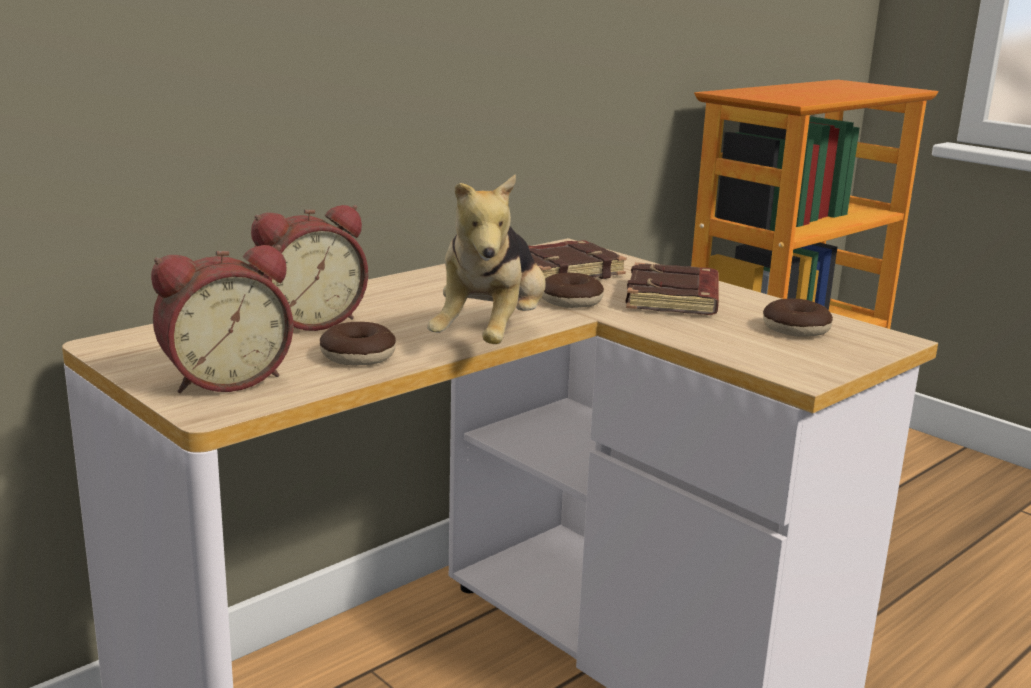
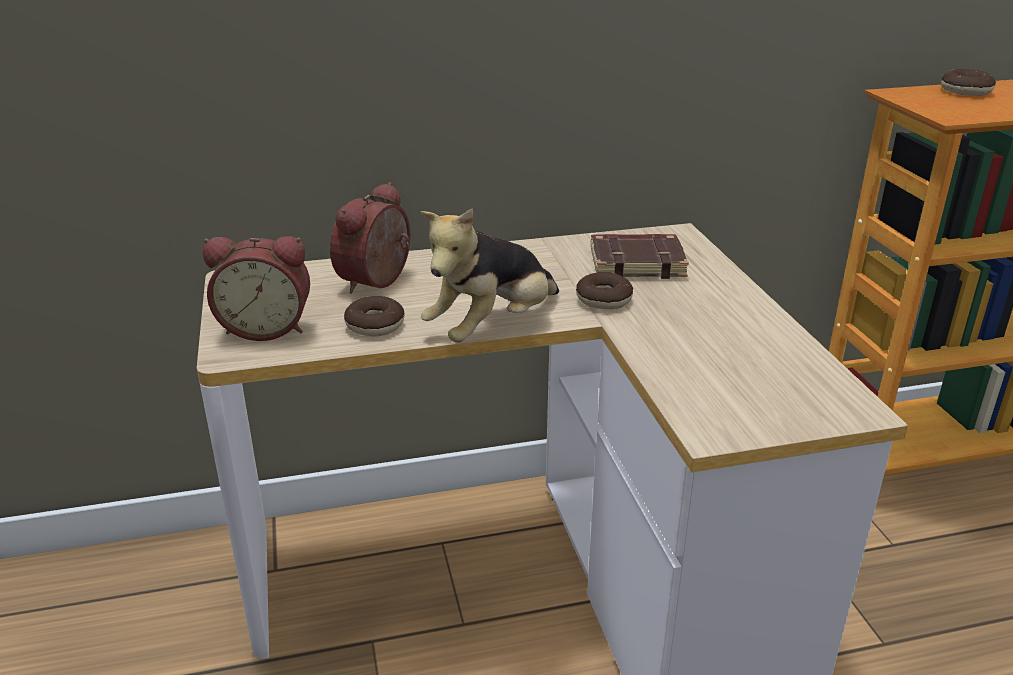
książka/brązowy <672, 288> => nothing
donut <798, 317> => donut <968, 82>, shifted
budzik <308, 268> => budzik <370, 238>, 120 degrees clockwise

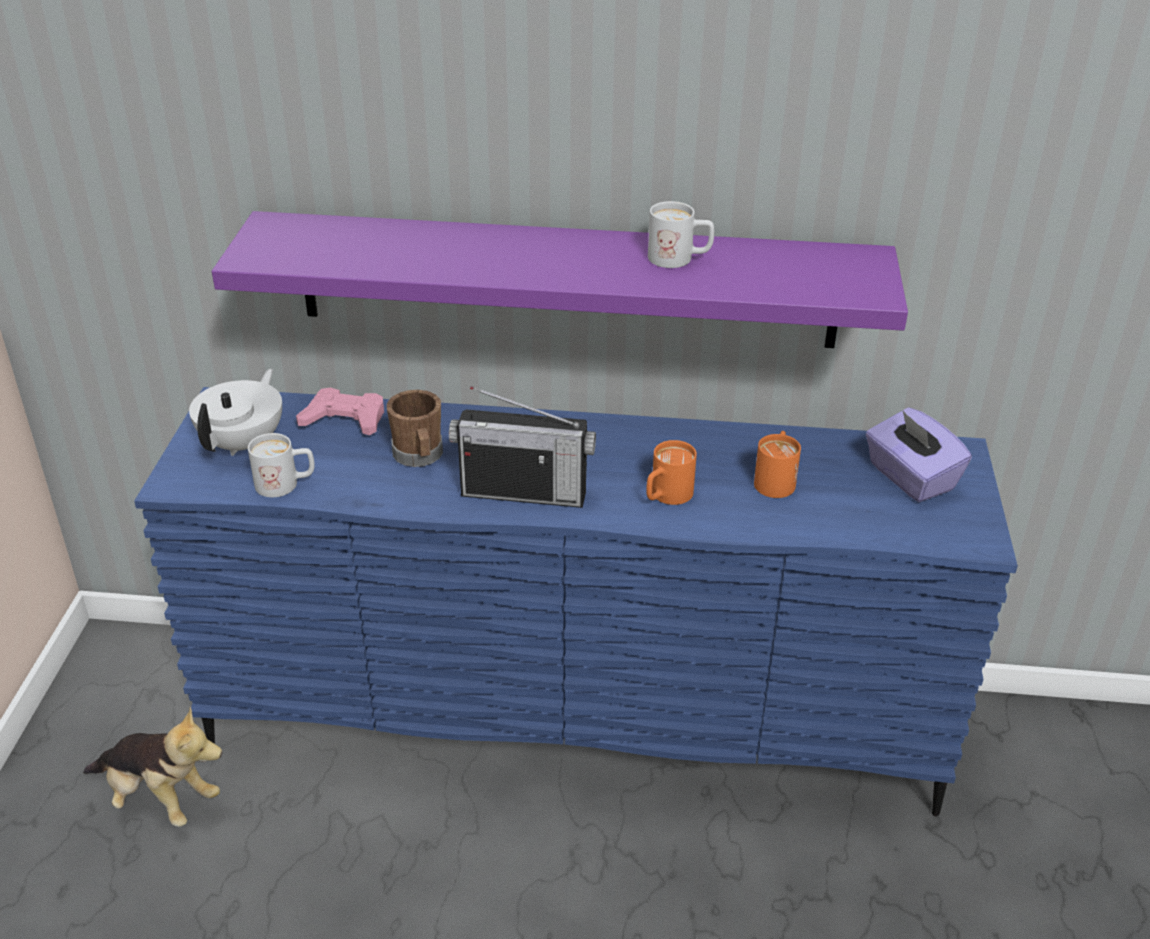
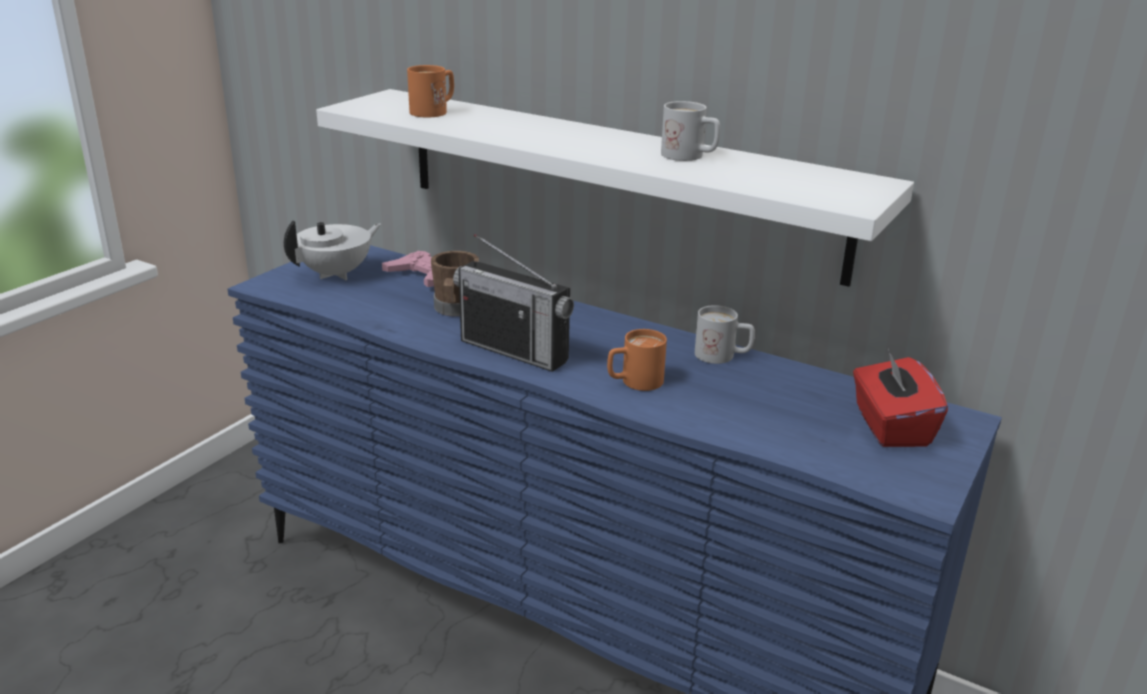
pluszak <152, 767> => nothing
kubek/biały <281, 465> => kubek/biały <725, 334>, shifted
kubek/pomarańczowy <777, 464> => kubek/pomarańczowy <430, 91>, shifted
półka/fioletowy <560, 279> => półka/biały <615, 188>
pudełko chusteczek/fioletowy <918, 454> => pudełko chusteczek/czerwony <900, 398>

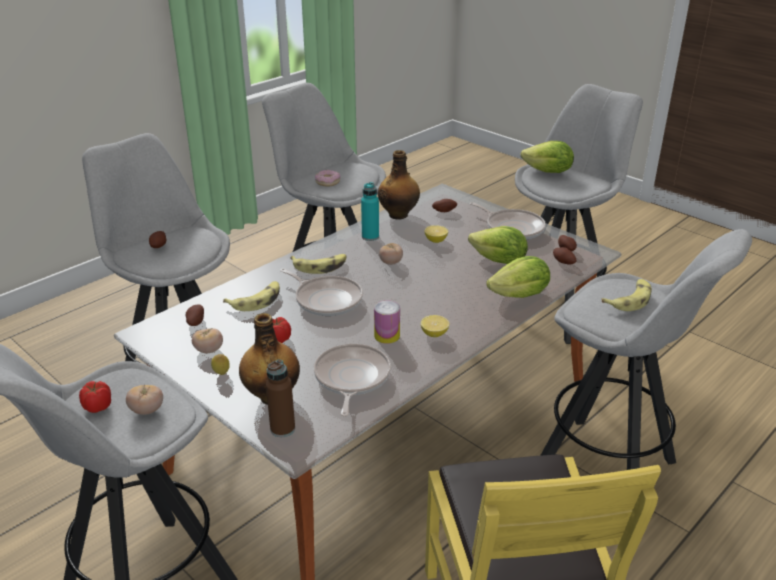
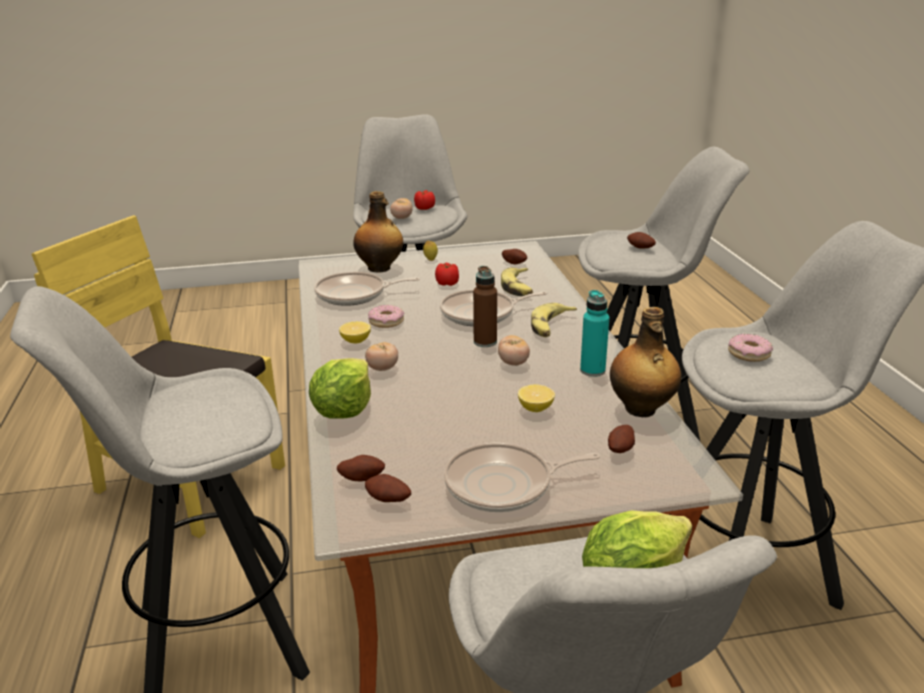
sałata <498, 245> => nothing
banan <626, 295> => nothing
pomidor <207, 340> => pomidor <381, 356>, shifted
butelka/brązowy <280, 398> => butelka/brązowy <485, 306>, shifted
puszka <387, 322> => donut <386, 316>
patelnia <352, 380> => patelnia <367, 289>, 135 degrees clockwise

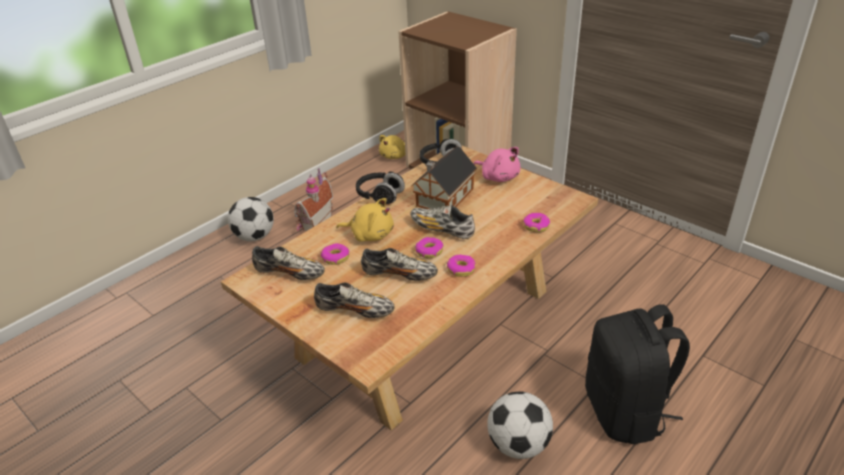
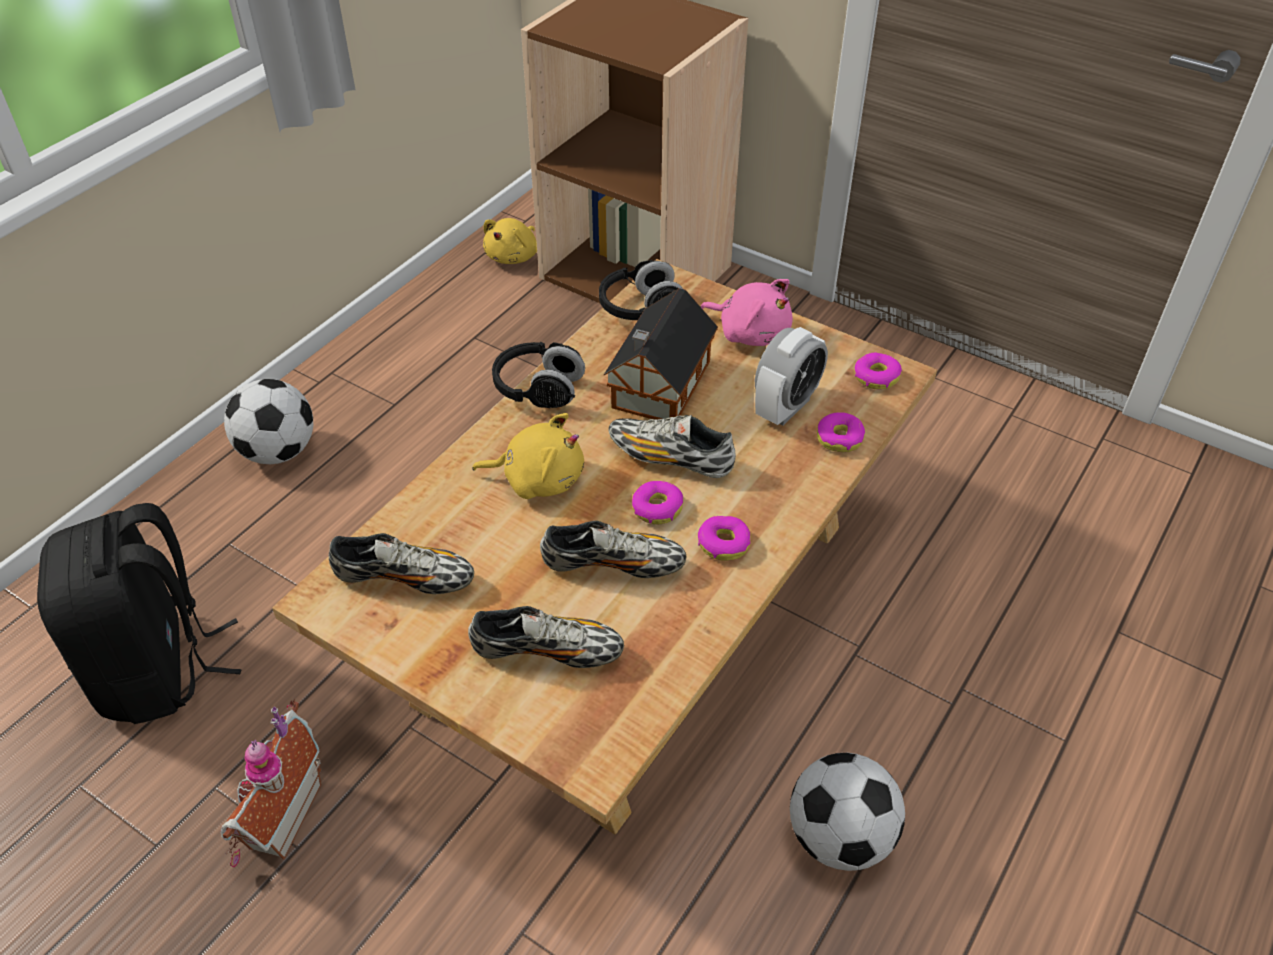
nothing => budzik <791, 376>
domek <313, 199> => domek <271, 783>, shifted
donut <335, 254> => donut <878, 371>, shifted
plecak/czarny <637, 374> => plecak/czarny <139, 613>, shifted

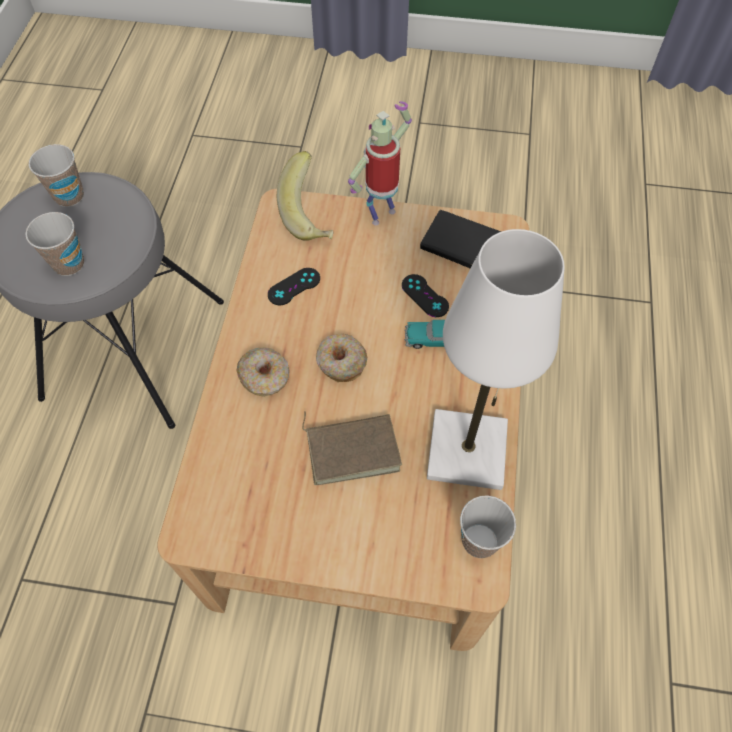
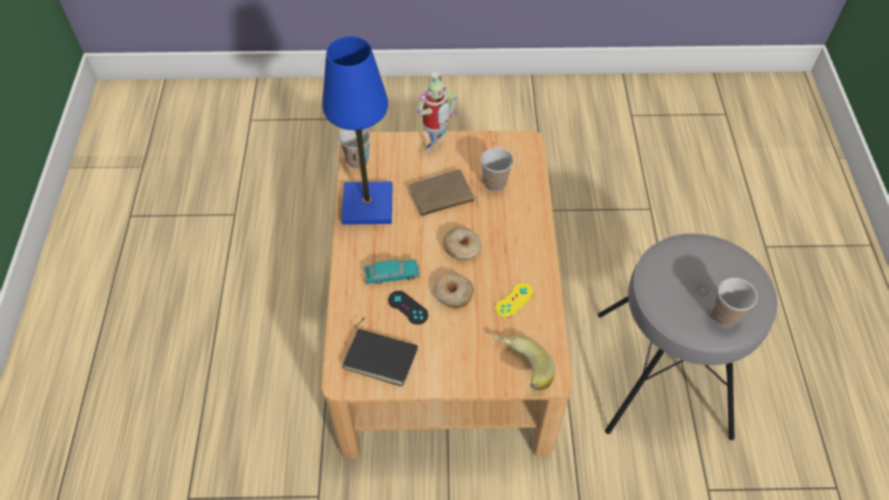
filiżanka <54, 244> => filiżanka <497, 169>, shifted
donut <263, 372> => donut <454, 291>, shifted
robot zabawkowy <380, 163> => robot zabawkowy <437, 112>, shifted
pad do gier/czarny <294, 286> => pad do gier/żółty <514, 300>
lampa stołowa/biały <496, 359> => lampa stołowa/niebieski <358, 130>

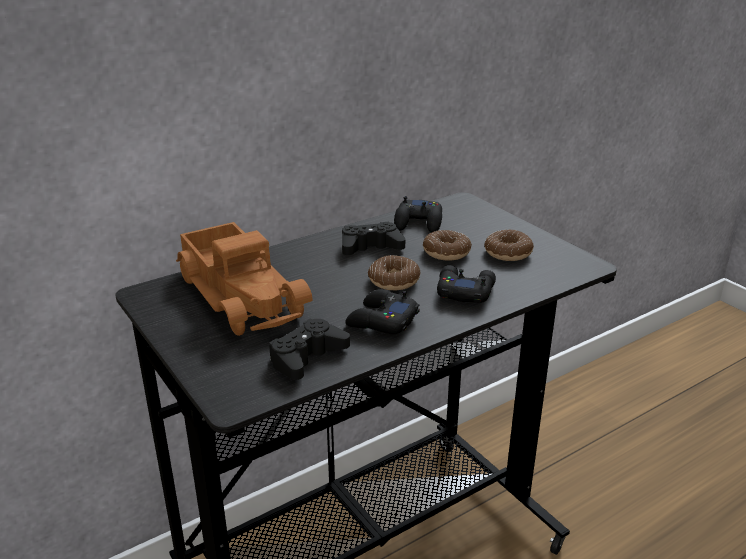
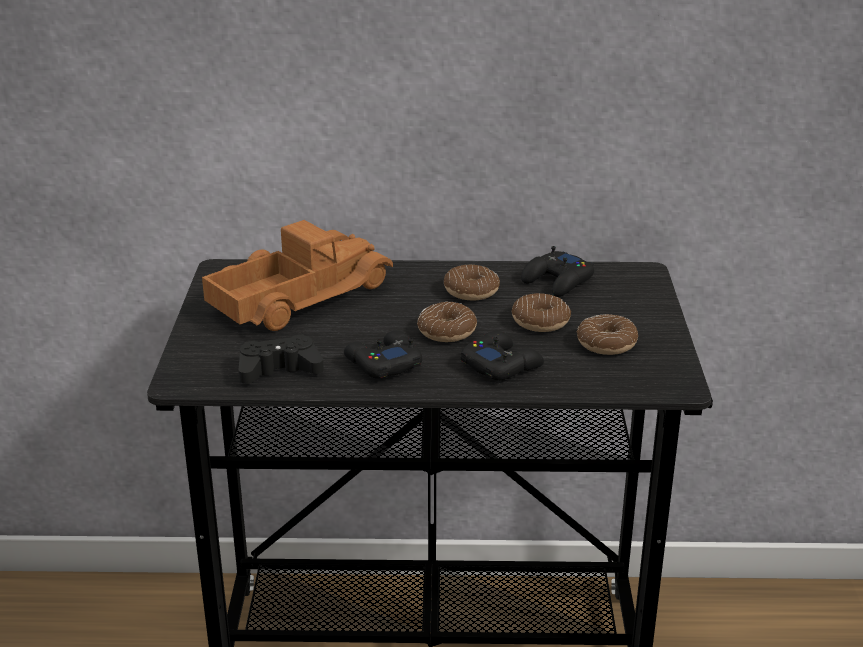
pad do gier/czarny <373, 238> => donut <472, 283>
ciężarówka zabawkowa <244, 279> => ciężarówka zabawkowa <297, 275>, 135 degrees counterclockwise

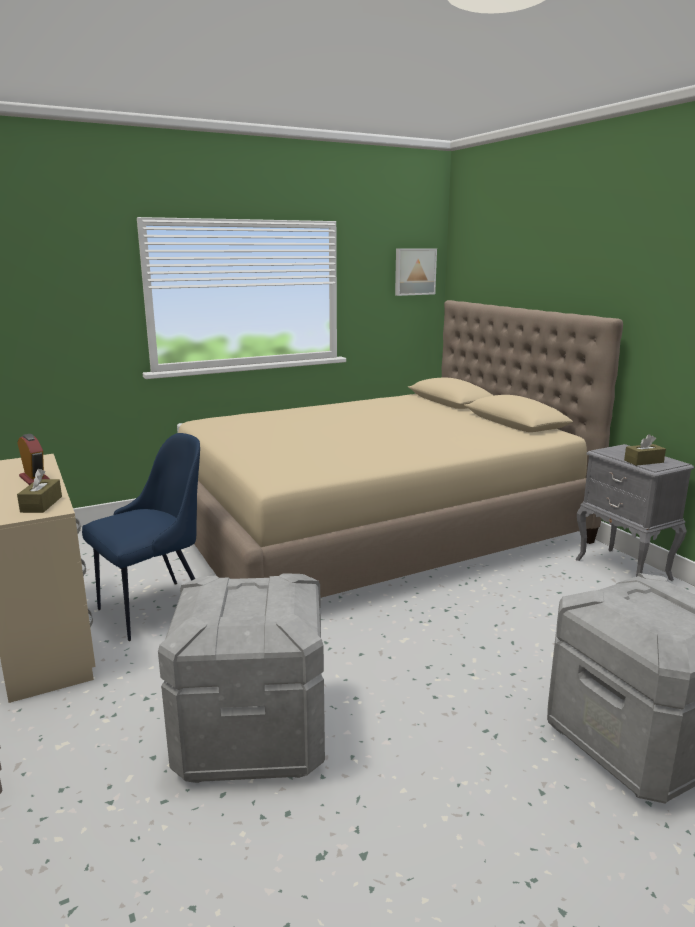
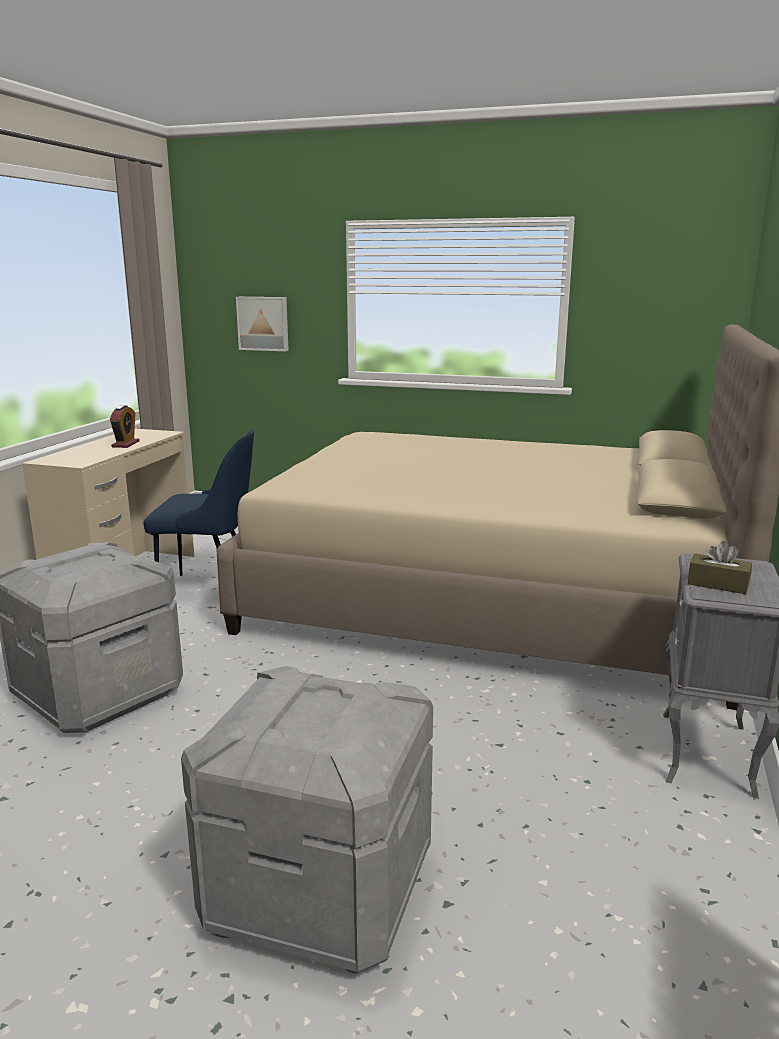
pudełko chusteczek/brązowy <39, 491> => nothing
obraz <416, 272> => obraz <262, 324>, shifted

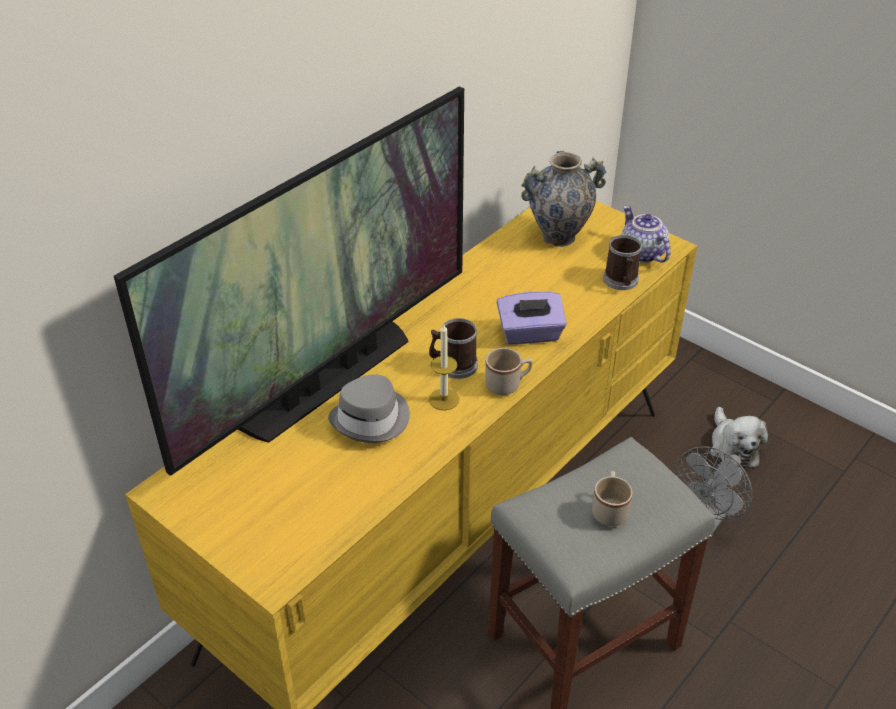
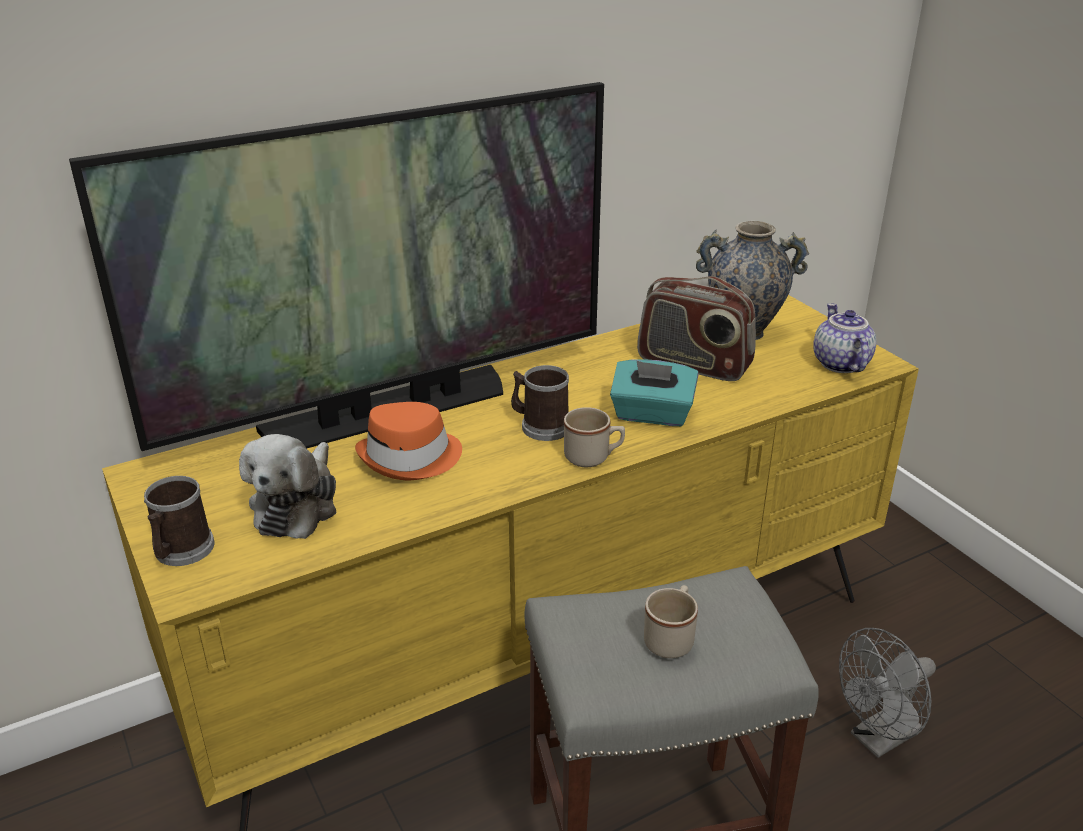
świeca <444, 367> => nothing
nothing => radio <696, 328>
kubek <622, 262> => kubek <179, 521>, shifted
pluszak <739, 438> => pluszak <287, 486>, shifted
kapelusz/szary <369, 408> => kapelusz/pomarańczowy <408, 441>
pudełko chusteczek/fioletowy <532, 318> => pudełko chusteczek/turkusowy <654, 392>

